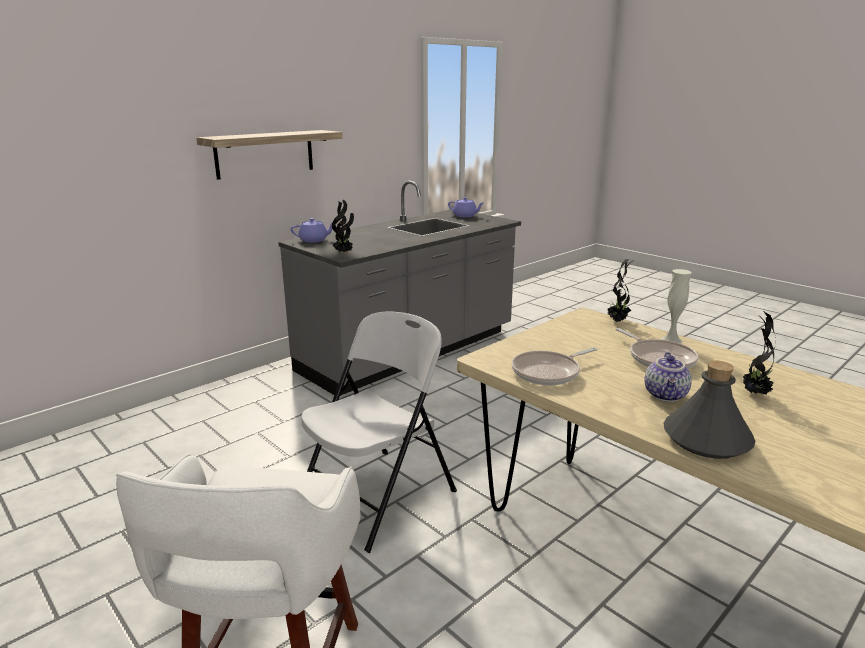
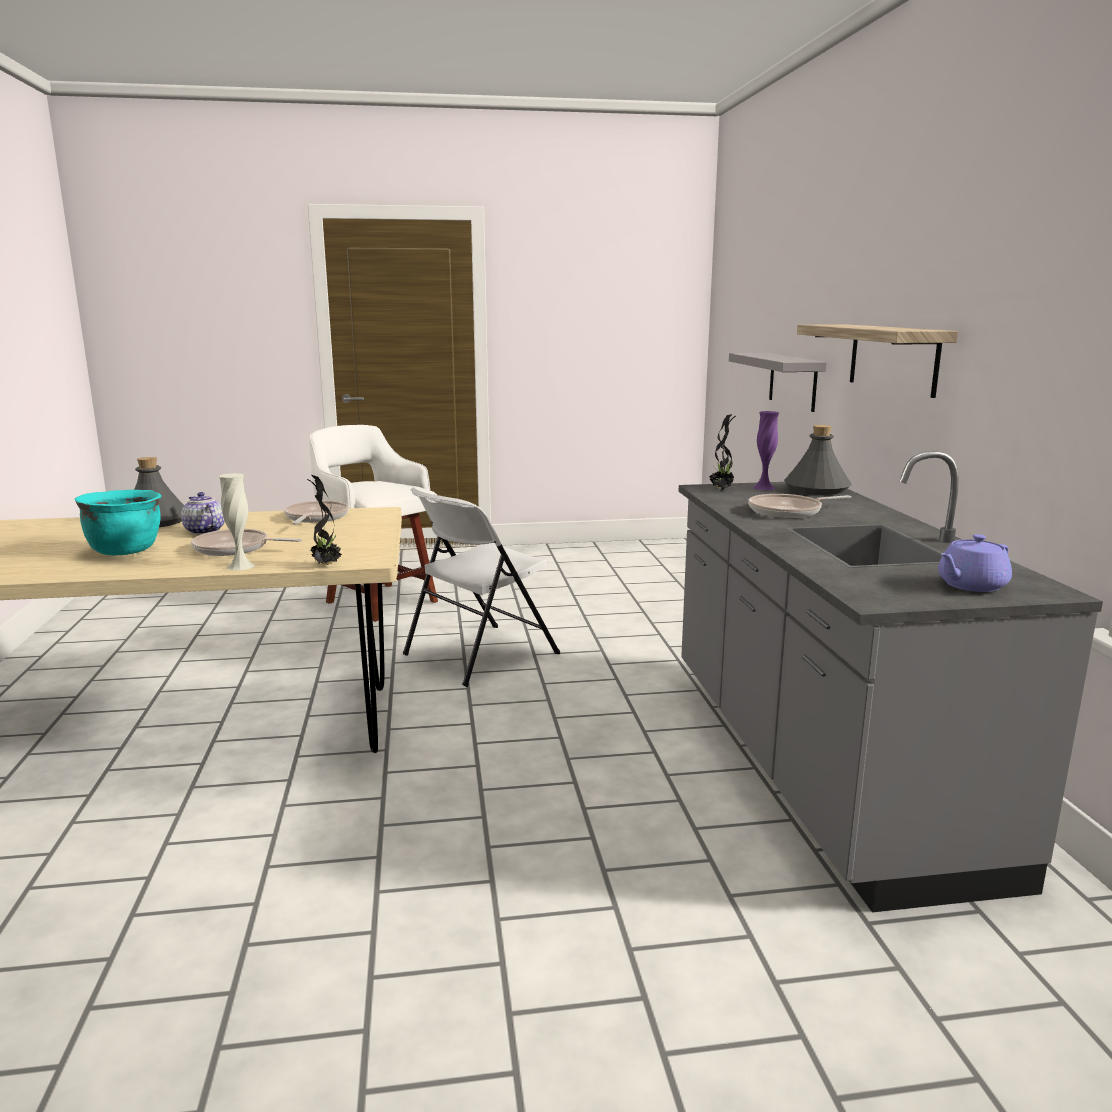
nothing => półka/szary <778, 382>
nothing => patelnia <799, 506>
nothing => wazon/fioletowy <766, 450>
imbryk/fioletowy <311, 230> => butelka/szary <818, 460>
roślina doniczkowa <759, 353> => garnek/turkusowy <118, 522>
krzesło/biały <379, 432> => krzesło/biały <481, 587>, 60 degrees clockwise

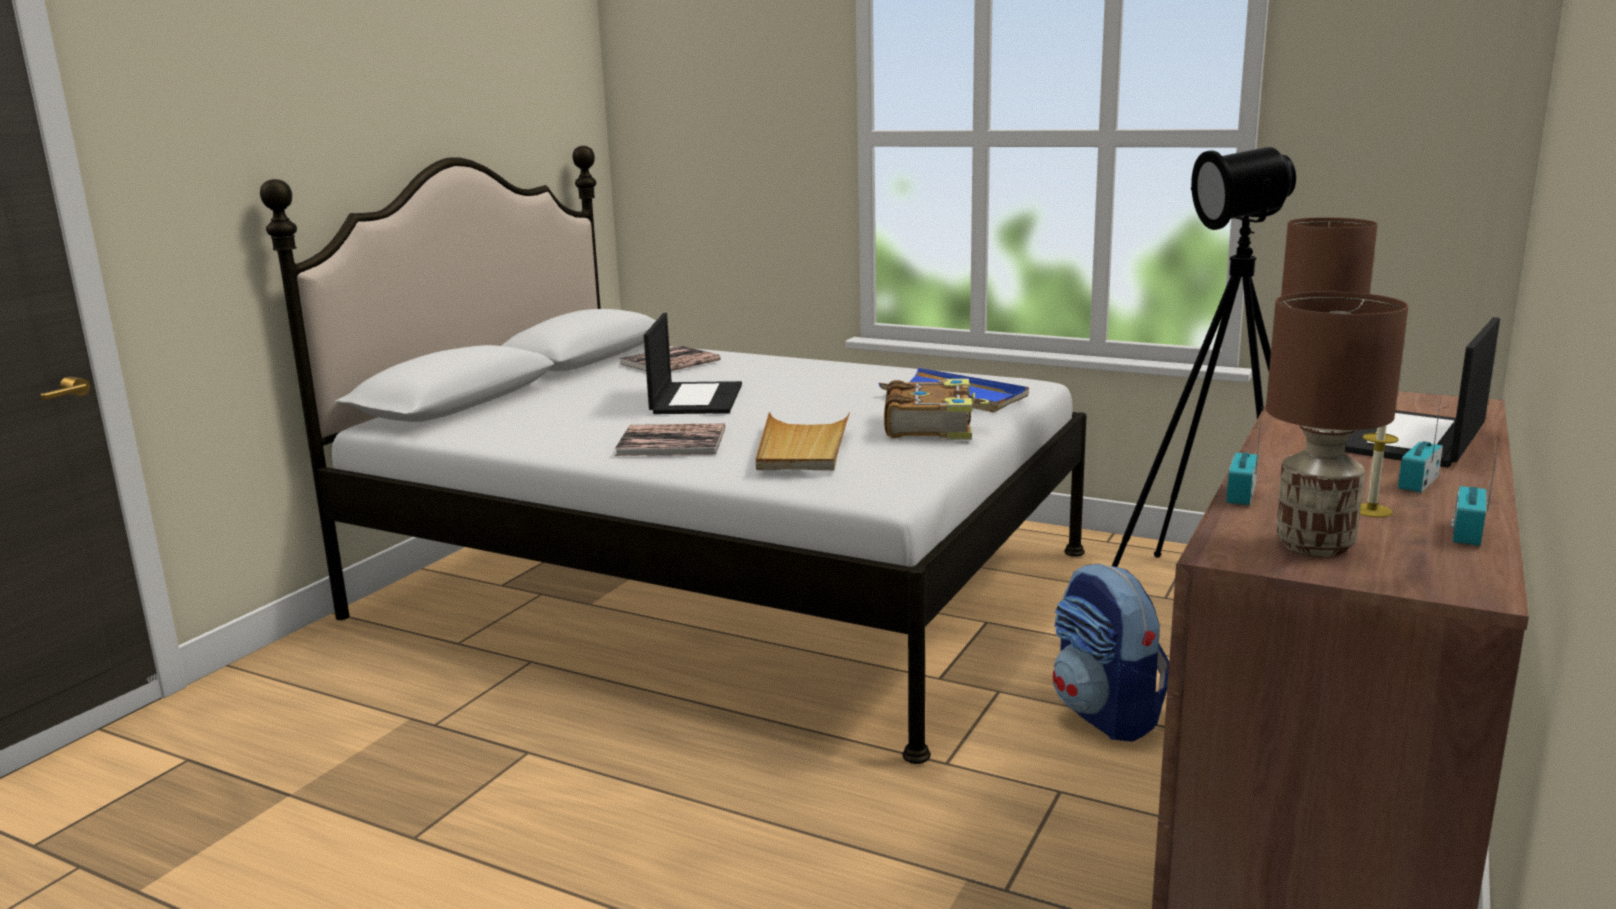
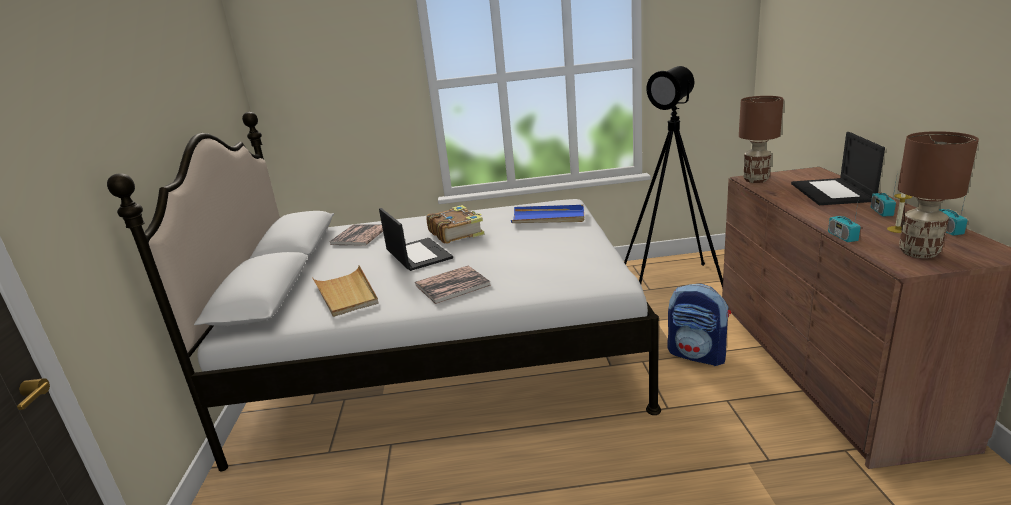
taca/beżowy <803, 441> => taca/beżowy <345, 291>, shifted
książka <936, 409> => książka <455, 224>, shifted

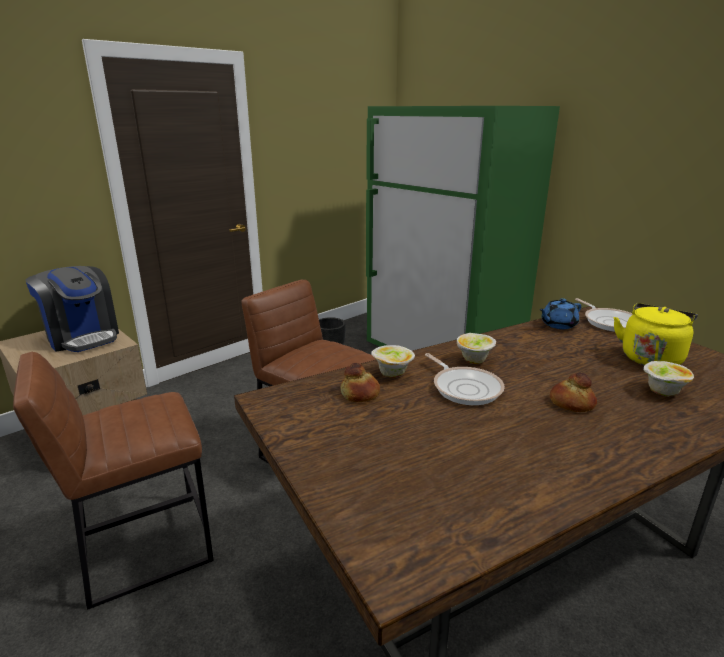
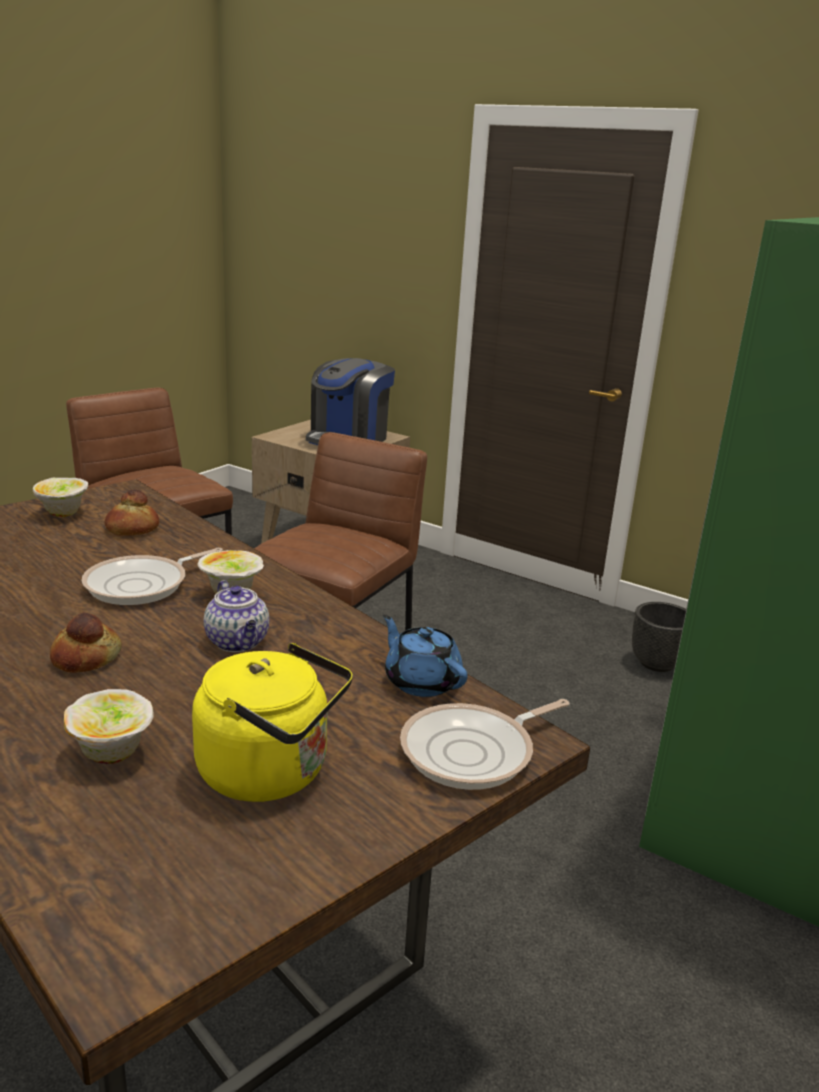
nothing => imbryk <236, 616>
miska <393, 361> => miska <60, 497>, shifted

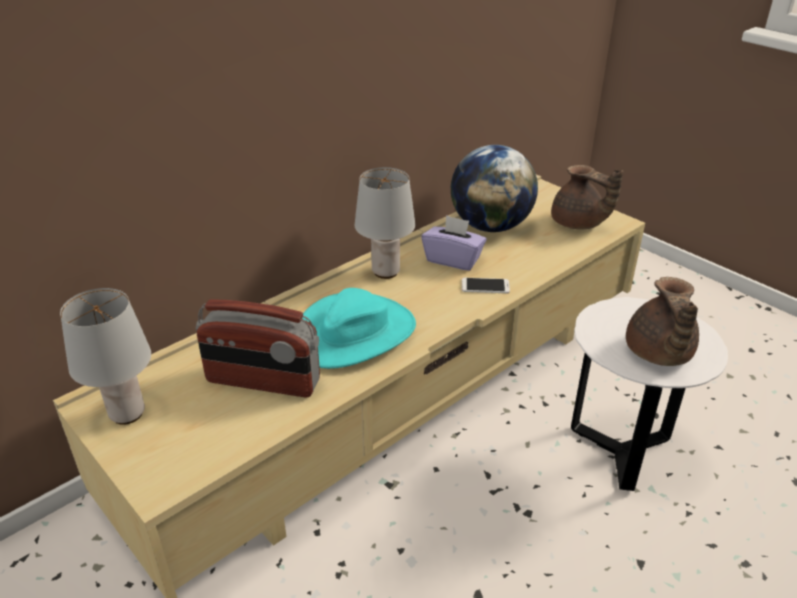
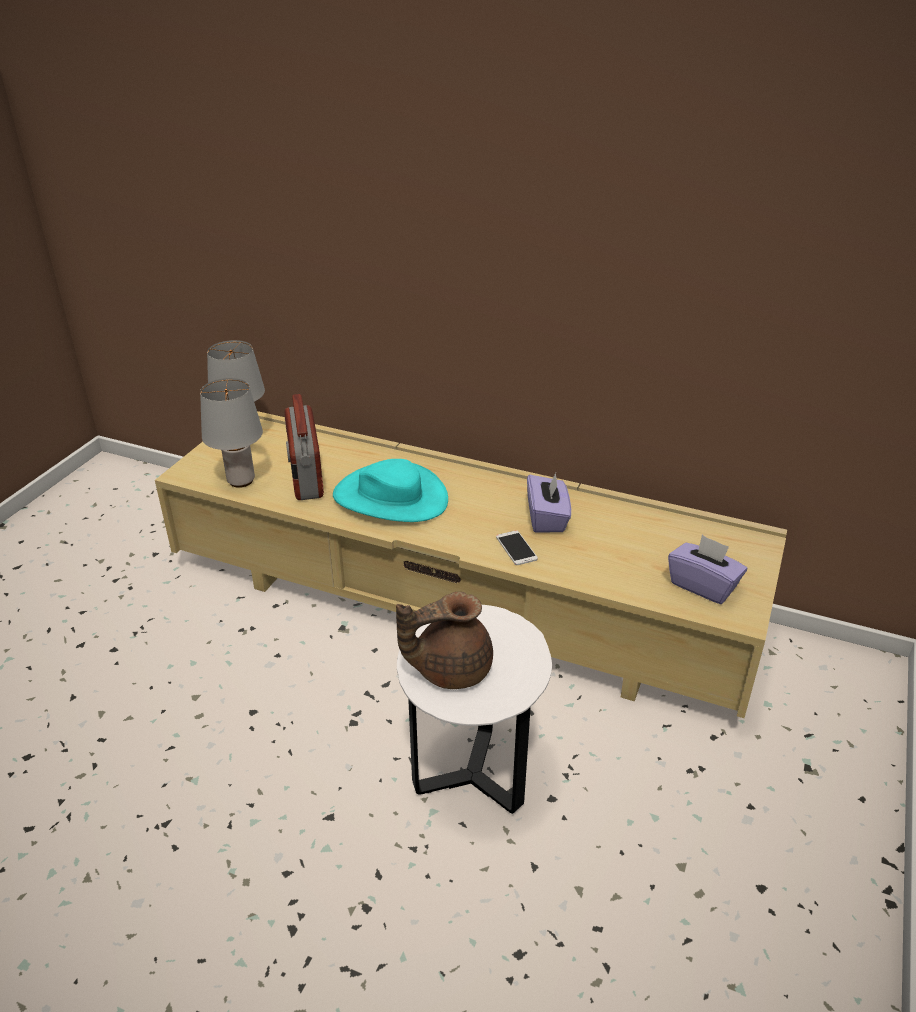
globus <494, 188> => nothing
lampa stołowa/szary <385, 223> => lampa stołowa/szary <231, 433>, shifted
imbryk/brązowy <587, 197> => pudełko chusteczek/fioletowy <707, 569>

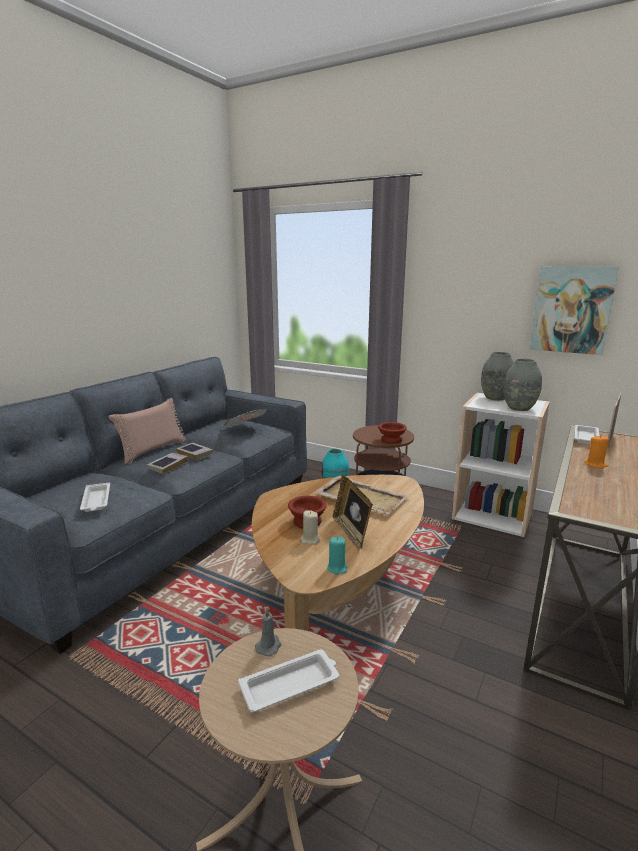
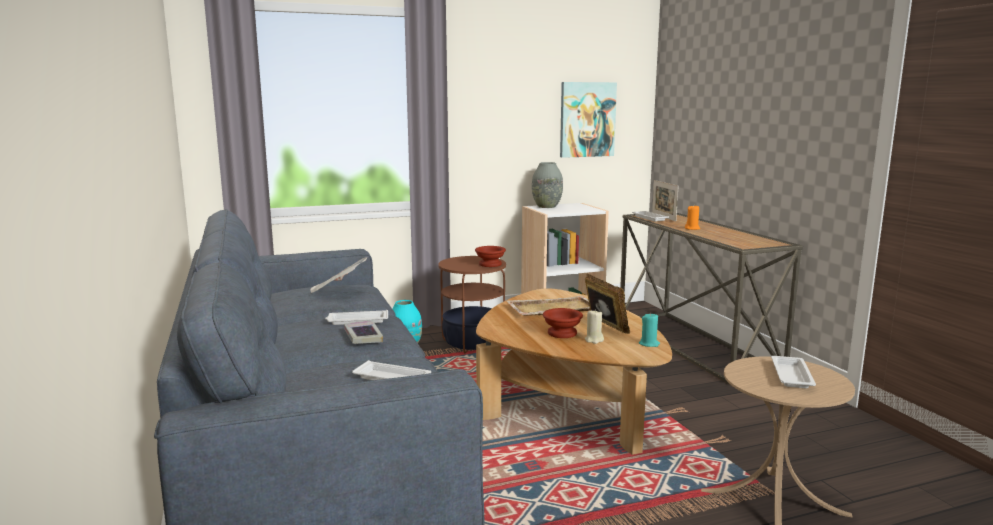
poduszka/beżowy <147, 431> => nothing
świeca/szary <268, 632> => nothing
wazon/szary <522, 385> => nothing
książka <194, 451> => taca/biały <356, 317>
ramka na zdjęcie <353, 512> => ramka na zdjęcie <607, 303>, 135 degrees counterclockwise

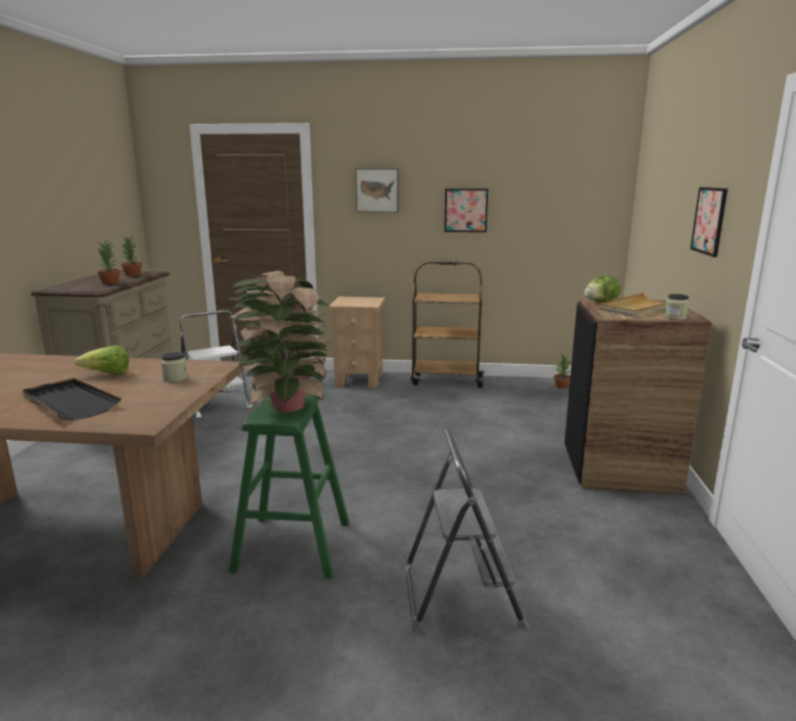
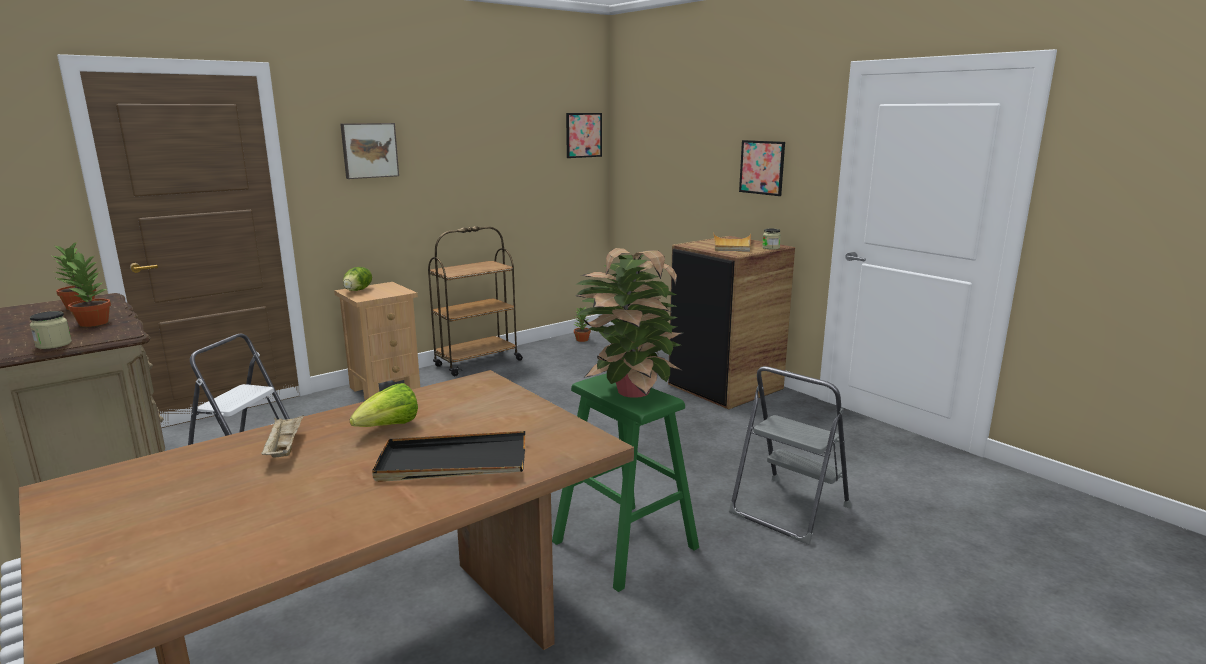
nothing => taca/beżowy <282, 436>
słoik <174, 367> => słoik <51, 330>, shifted
obraz <466, 210> => obraz <584, 135>, shifted
sałata <602, 289> => sałata <357, 279>, shifted

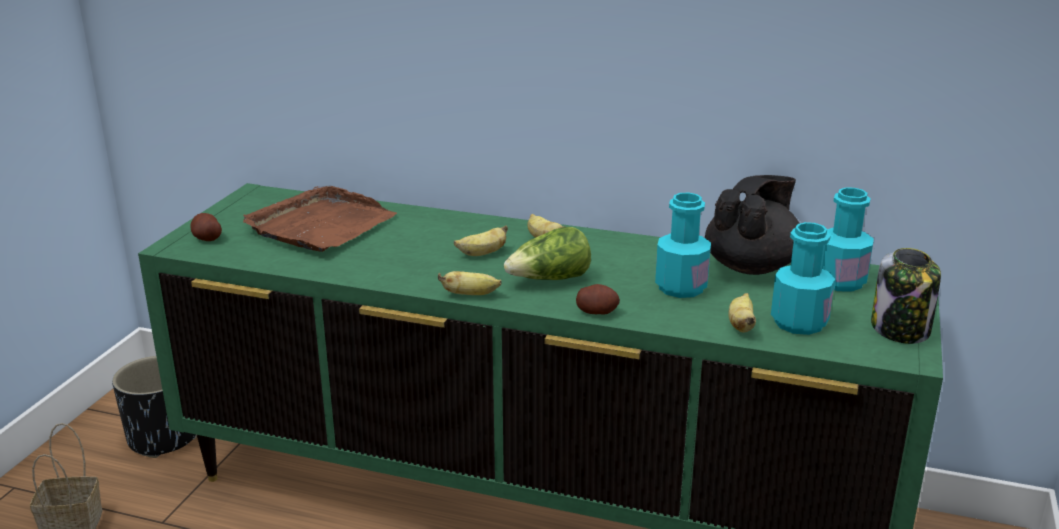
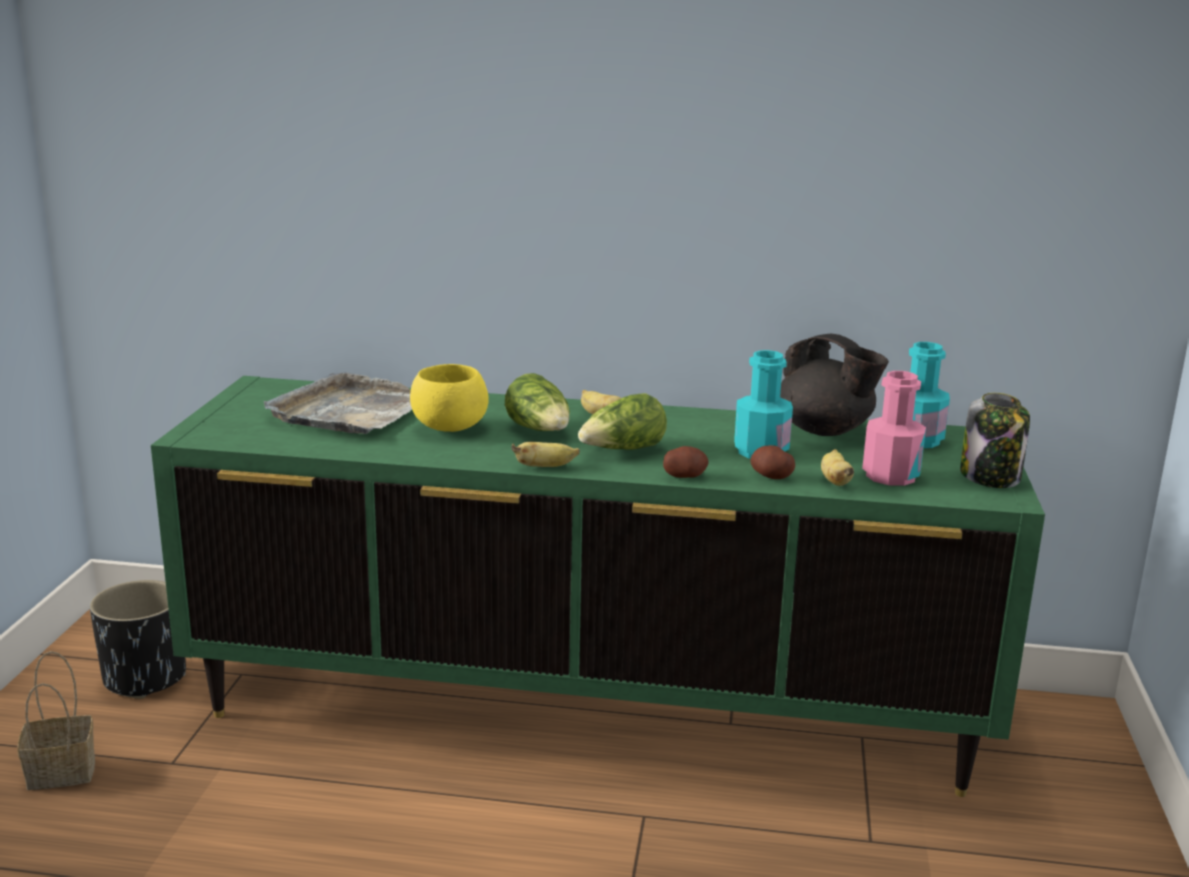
nothing => miska/żółty <449, 398>
ziemniak <206, 227> => ziemniak <772, 462>, shifted
banan <481, 240> => sałata <537, 402>
taca/brązowy <320, 219> => taca/szary <338, 403>
butelka/turkusowy <803, 278> => butelka/różowy <894, 428>
imbryk/czarny <752, 225> => imbryk/czarny <834, 385>, 105 degrees clockwise

